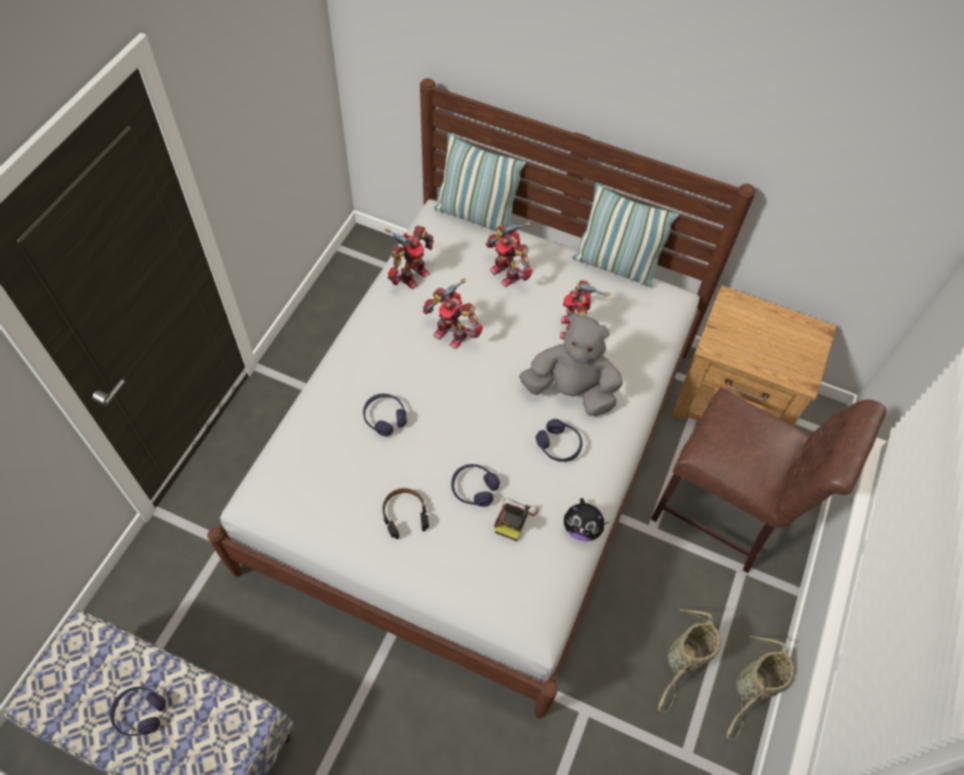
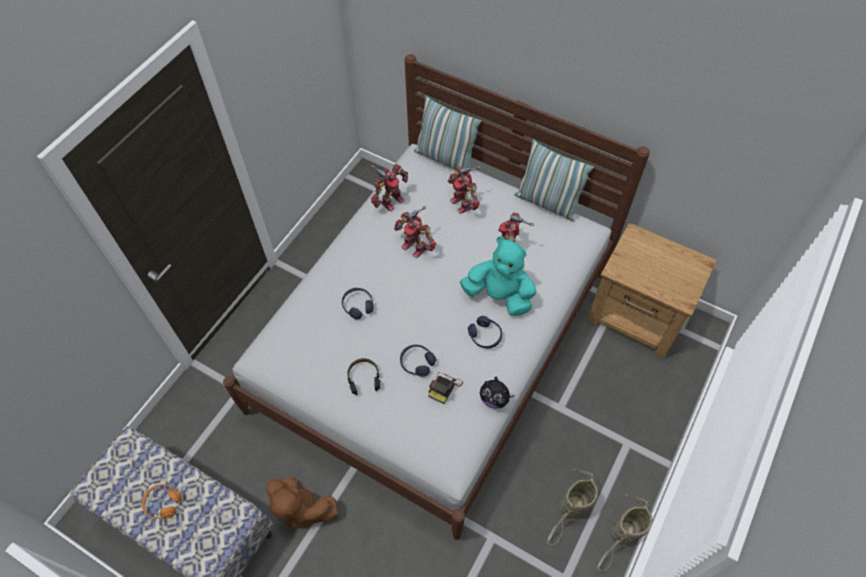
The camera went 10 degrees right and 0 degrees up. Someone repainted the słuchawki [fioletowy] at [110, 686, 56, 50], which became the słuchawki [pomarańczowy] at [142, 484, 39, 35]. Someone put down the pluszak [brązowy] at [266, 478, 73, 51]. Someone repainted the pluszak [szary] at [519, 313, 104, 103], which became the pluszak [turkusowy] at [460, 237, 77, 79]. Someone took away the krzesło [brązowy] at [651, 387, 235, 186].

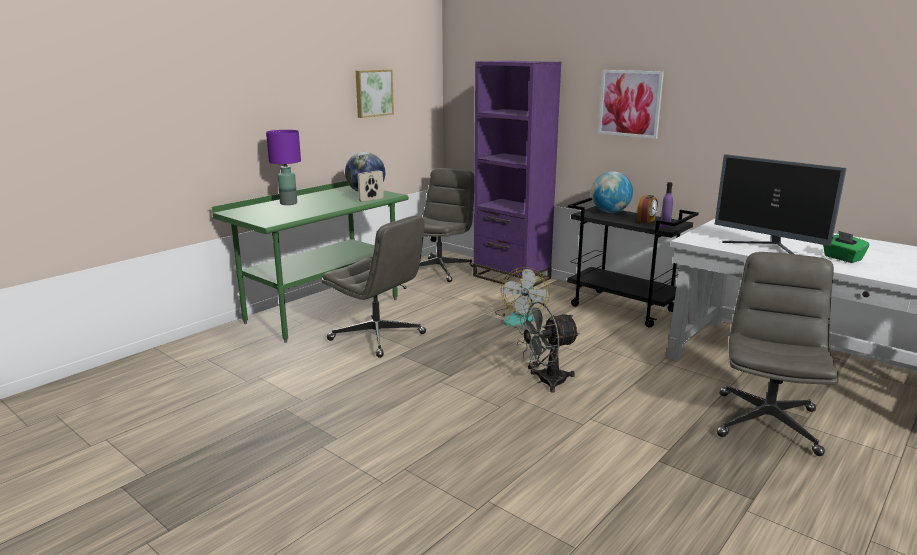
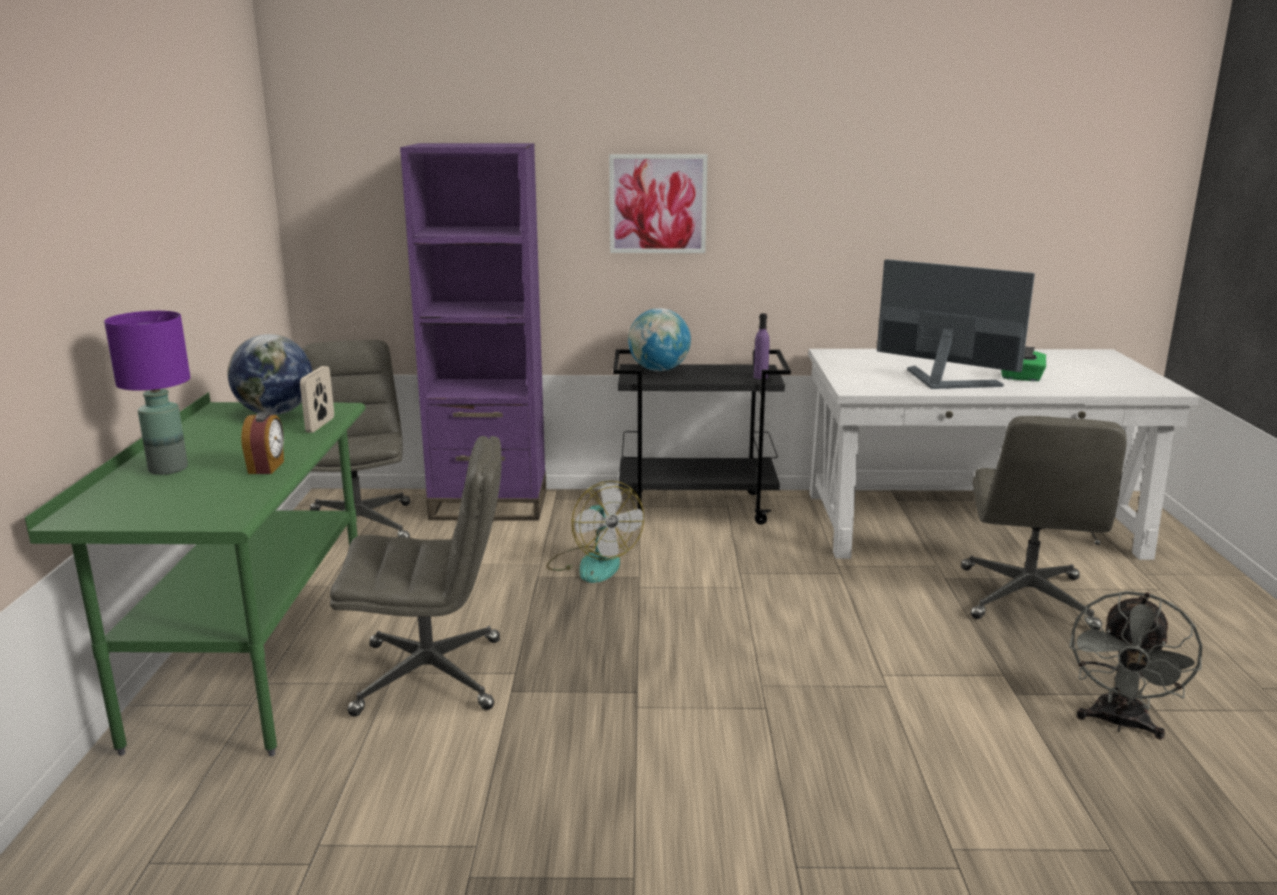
The camera went 40 degrees left and 0 degrees up. Someone carried the budzik from [637, 195, 21, 28] to [241, 412, 43, 62]. Someone rotated the monitor at [715, 154, 132, 100] by 150 degrees counterclockwise. Someone rotated the krzesło biurowe [szary] at [717, 252, 122, 204] by 150 degrees counterclockwise. Someone carried the wentylator [szary] from [514, 301, 66, 92] to [1069, 591, 133, 149]. Someone took away the obraz at [356, 69, 38, 49].

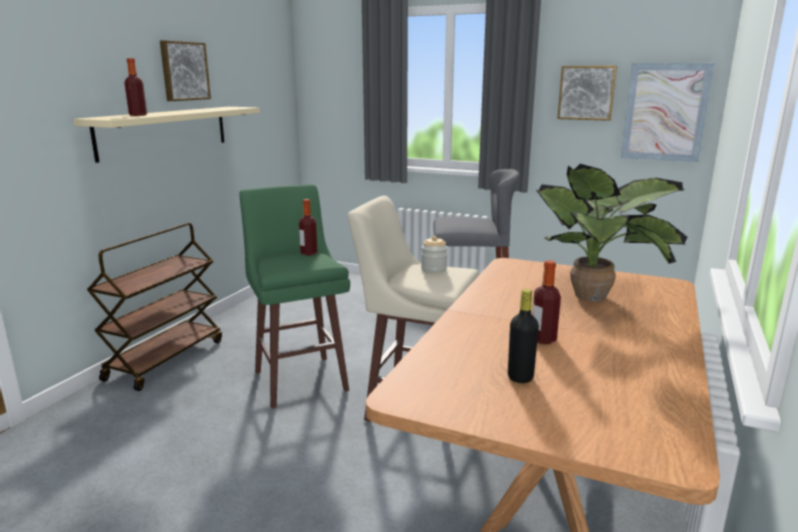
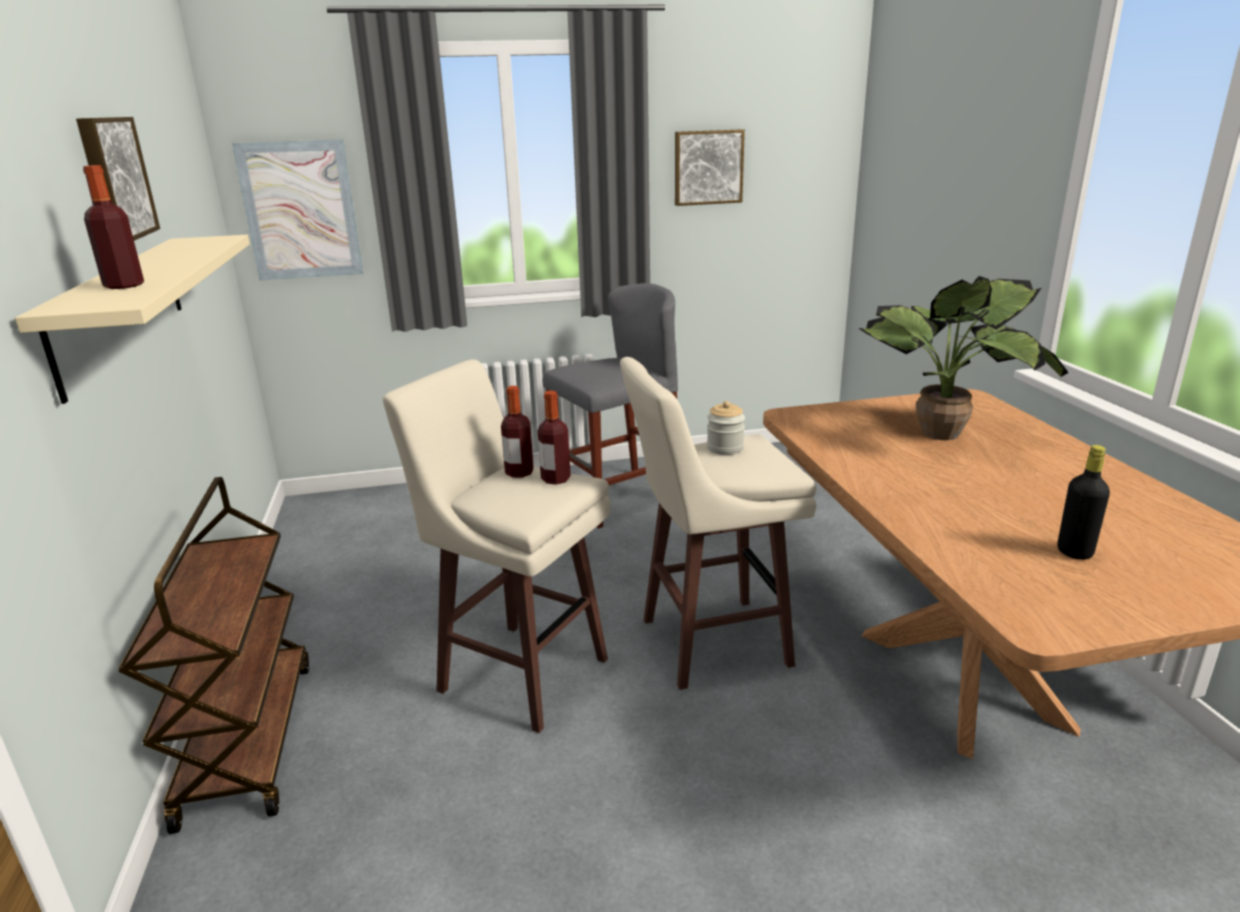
The camera went 35 degrees left and 5 degrees up. Someone carried the obraz from [620, 63, 94, 99] to [232, 139, 132, 142]. Someone repainted the stołek [zielony] at [239, 184, 111, 224], which became the stołek [beżowy] at [383, 359, 228, 374]. Someone carried the butelka from [532, 260, 29, 84] to [538, 391, 33, 94].

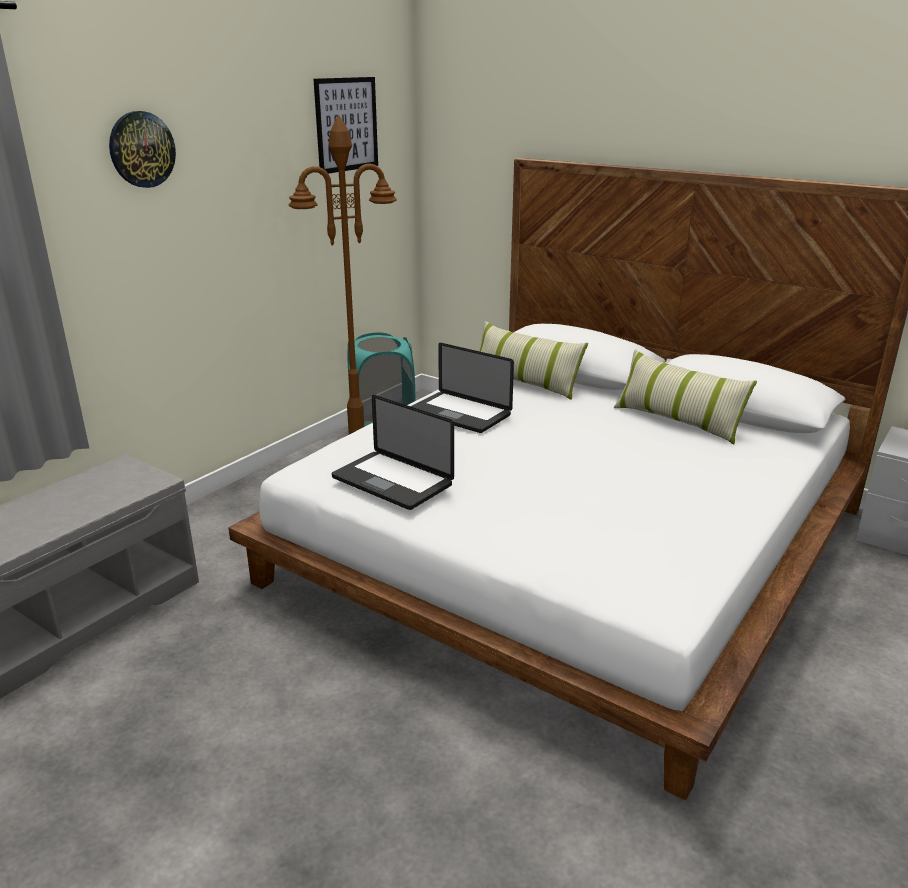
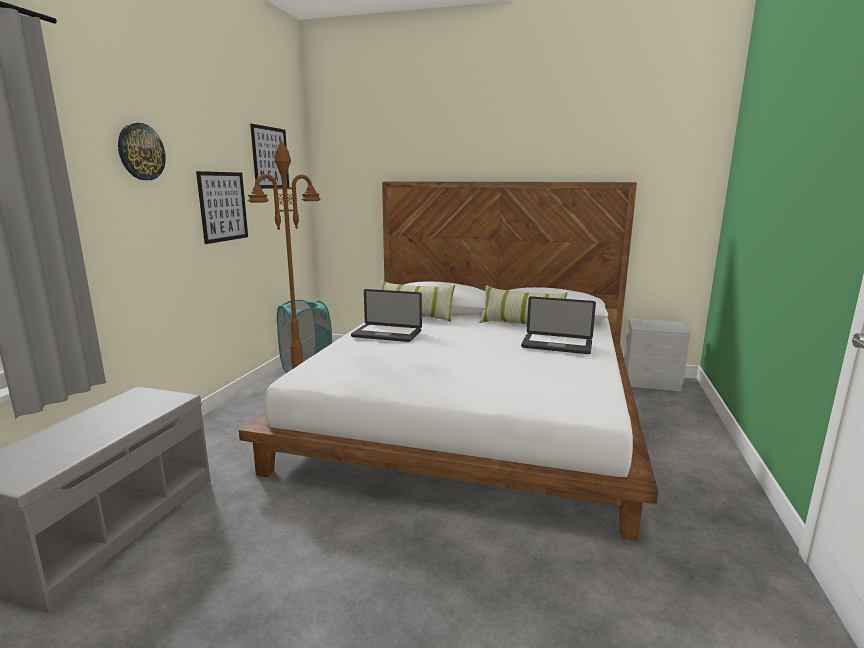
The camera went 20 degrees left and 10 degrees down. Someone put up the obraz at [196, 171, 52, 73]. Someone carried the laptop from [332, 395, 122, 115] to [521, 296, 75, 58].

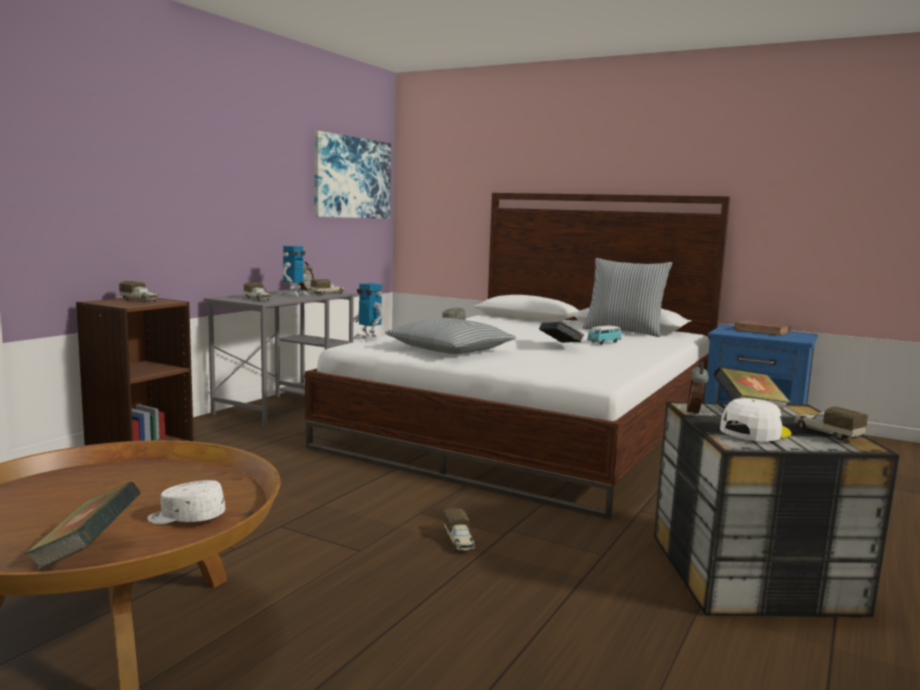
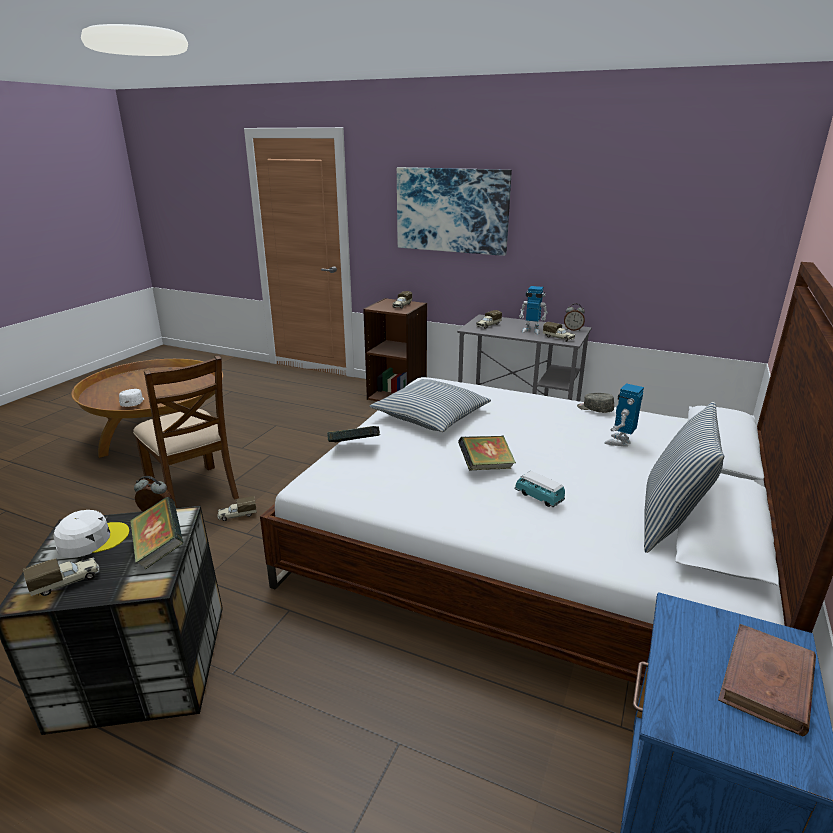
The camera went 85 degrees right and 15 degrees up. Someone rotated the czapka z daszkiem [biały] at [720, 398, 71, 43] by 75 degrees counterclockwise. Someone put down the krzesło [brązowy] at [133, 355, 106, 153]. Someone carried the książka from [25, 482, 116, 88] to [327, 426, 53, 17]. Someone carried the obraz from [314, 131, 77, 87] to [397, 167, 115, 89]. Someone carried the robot zabawkowy from [353, 283, 30, 59] to [604, 383, 40, 64].

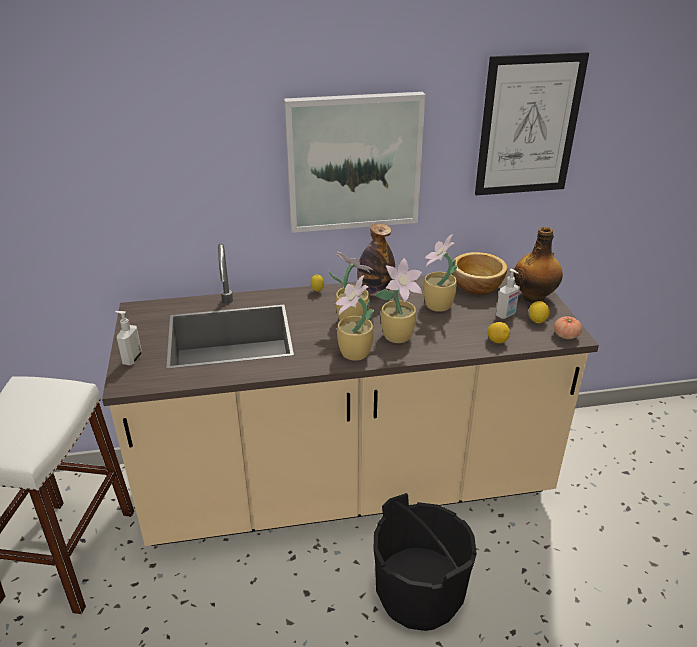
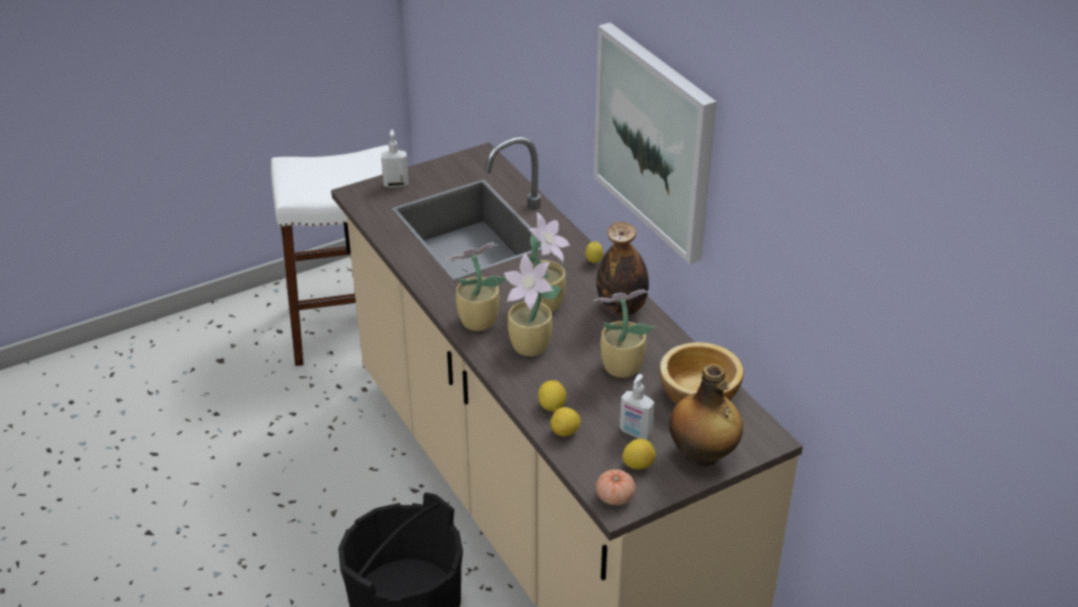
The camera went 70 degrees right and 5 degrees up. Someone put down the cytryna at [538, 380, 29, 32]. Someone took away the obraz at [475, 52, 114, 143].

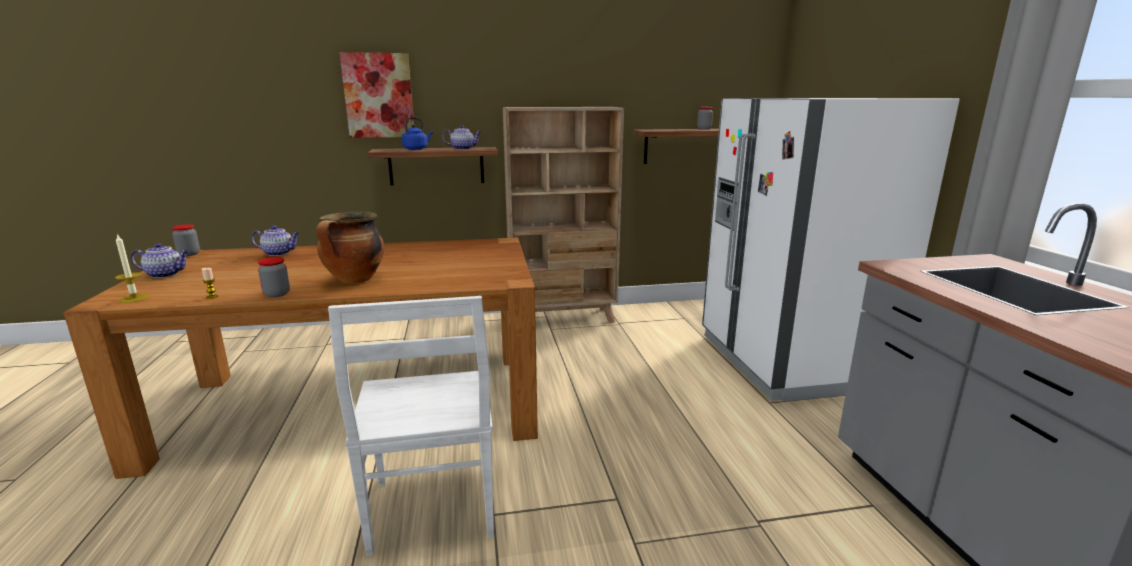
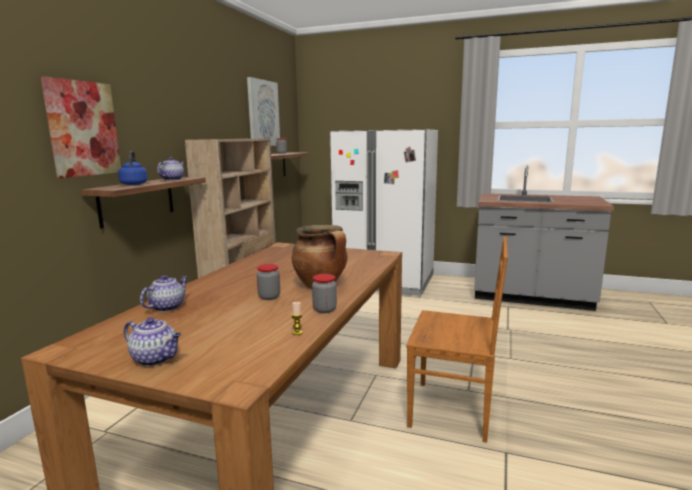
The camera went 60 degrees left and 5 degrees down. Someone rotated the imbryk at [131, 243, 58, 35] by 90 degrees clockwise. Someone put up the obraz at [247, 77, 33, 69]. Someone carried the słoik from [172, 224, 28, 32] to [257, 264, 23, 36]. Someone repainted the krzesło [biały] at [328, 296, 166, 260], which became the krzesło [brązowy] at [406, 236, 102, 207]. Someone took away the świeca at [115, 234, 35, 69].

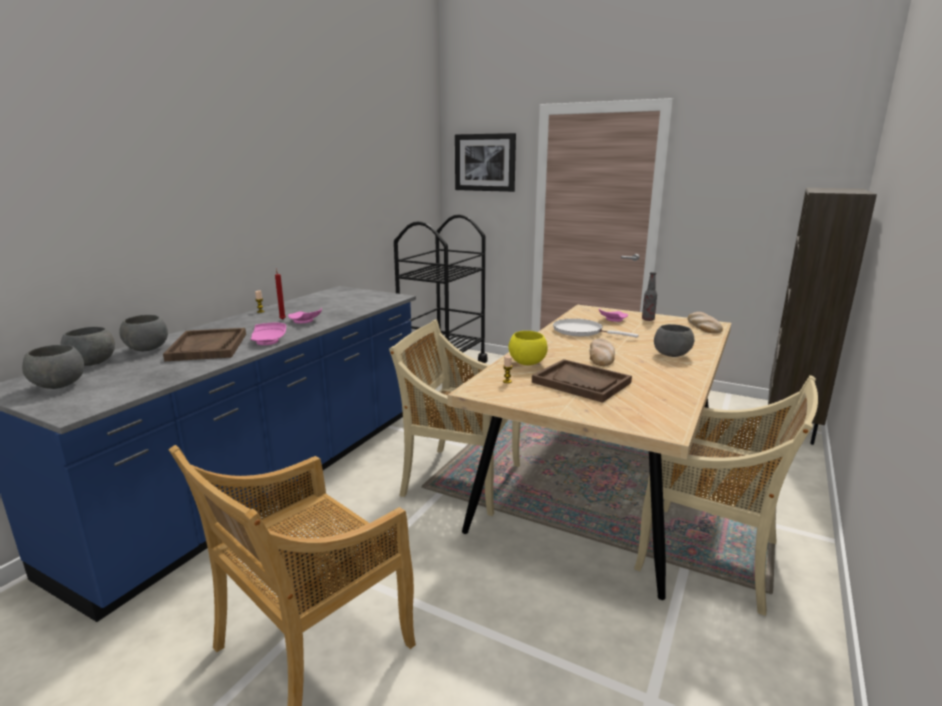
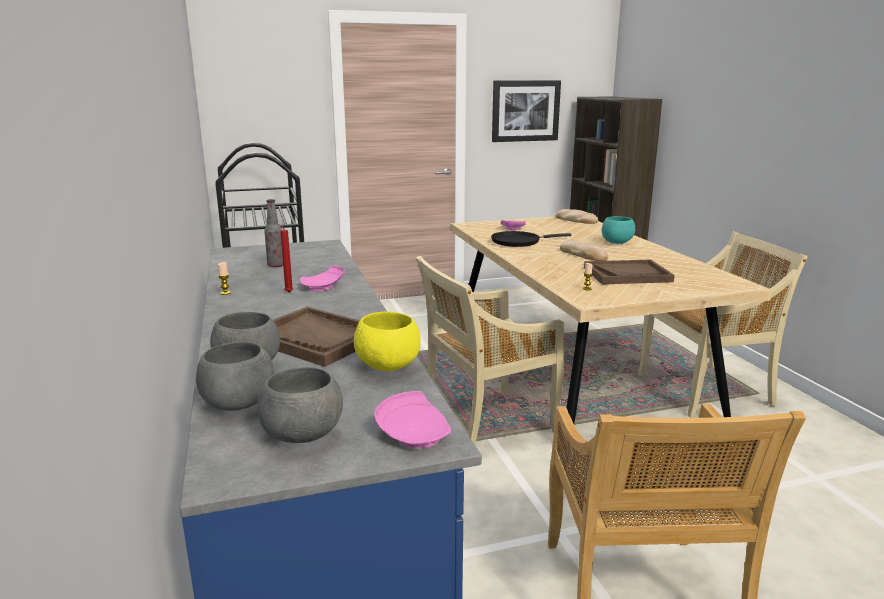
The camera went 45 degrees left and 0 degrees up. Someone carried the butelka from [642, 272, 15, 49] to [264, 199, 19, 68]. Someone carried the miska [żółty] from [508, 331, 40, 34] to [354, 312, 67, 59]. Someone carried the talerz [różowy] from [250, 322, 36, 23] to [374, 391, 77, 58]. Someone repainted the patelnia [biały] at [553, 319, 86, 19], which became the patelnia [czarny] at [491, 231, 81, 16]. Someone carried the obraz from [455, 133, 61, 59] to [492, 80, 69, 62]. Someone repainted the miska [szary] at [654, 324, 40, 33], which became the miska [turkusowy] at [602, 216, 33, 28].

